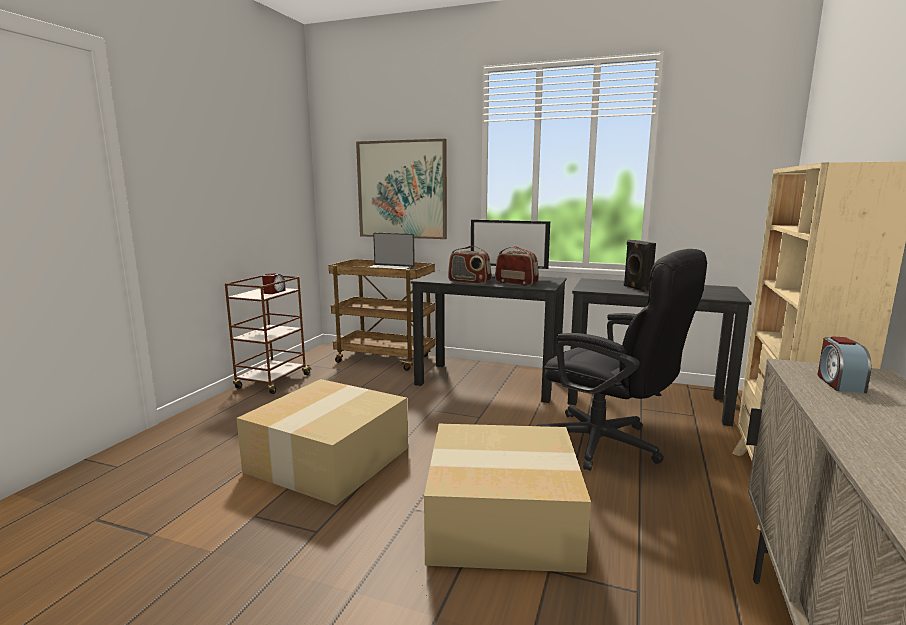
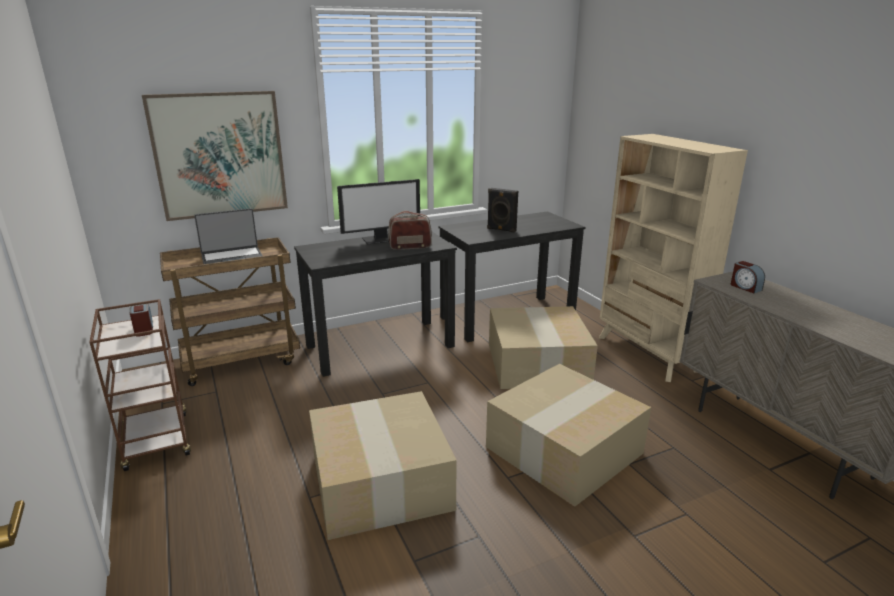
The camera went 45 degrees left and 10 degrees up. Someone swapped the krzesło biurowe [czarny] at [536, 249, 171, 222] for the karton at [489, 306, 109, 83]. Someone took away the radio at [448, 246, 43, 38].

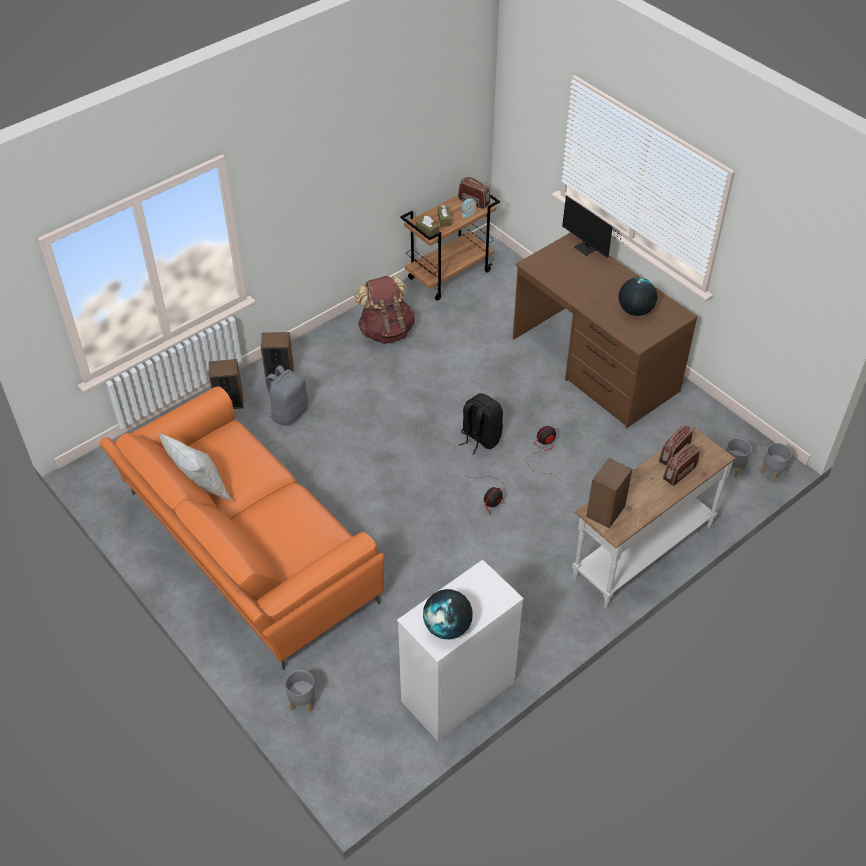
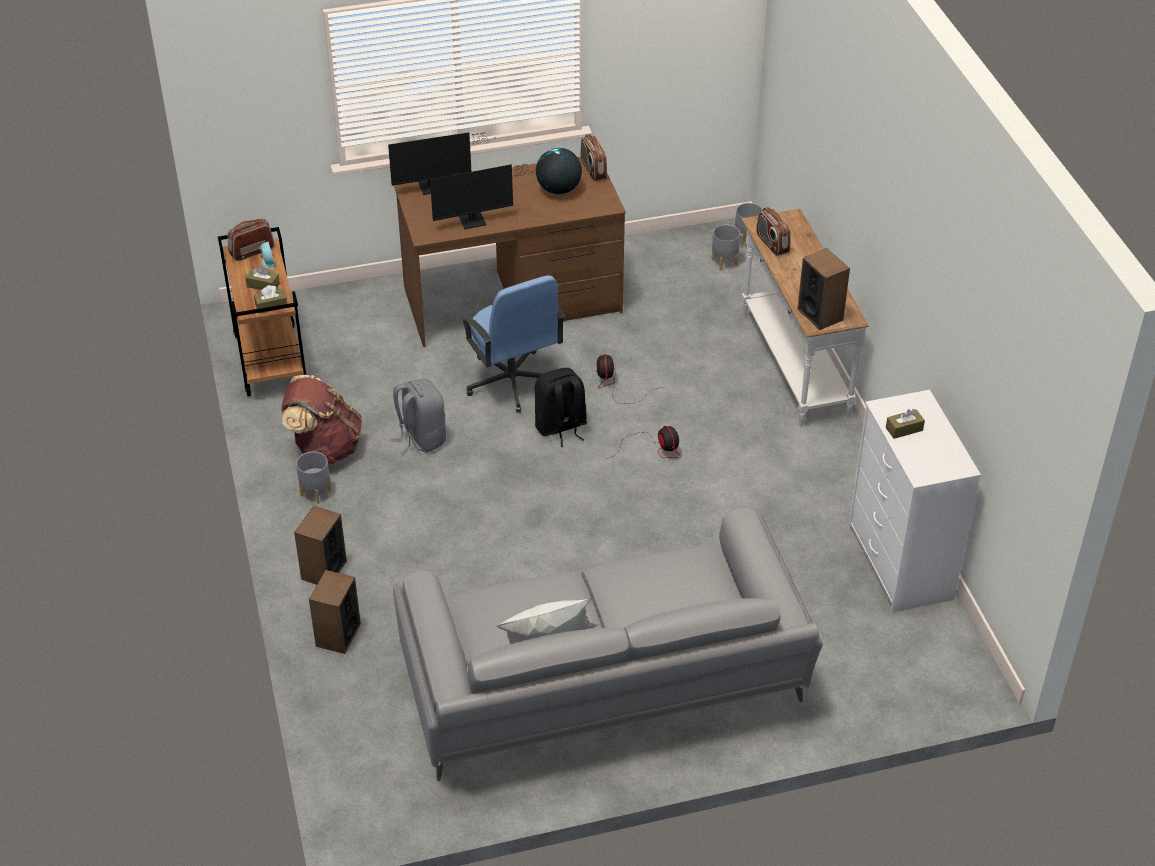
The camera went 65 degrees left and 5 degrees down. Someone carried the donica [szary] from [285, 670, 30, 42] to [296, 451, 36, 53]. Someone carried the plecak [szary] from [265, 365, 43, 61] to [390, 378, 56, 76]. Someone repainted the kanapa [pomarańczowy] at [100, 387, 285, 283], which became the kanapa [szary] at [393, 508, 430, 273]. Someone put down the monitor at [430, 164, 107, 65]. Someone put down the krzesło biurowe [niebieski] at [461, 275, 104, 138]. Someone carried the radio from [663, 444, 37, 42] to [581, 134, 26, 47]. Someone put down the pudełko chusteczek [brązowy] at [886, 409, 39, 30]. Someone took away the globus at [423, 589, 50, 50].

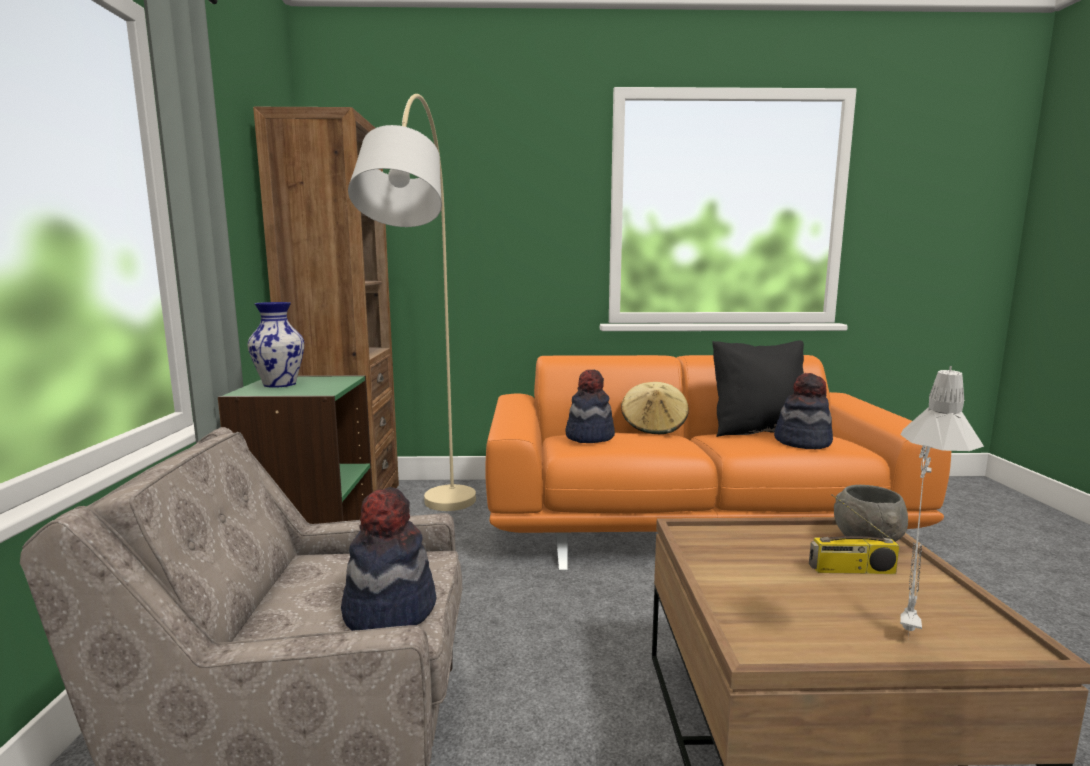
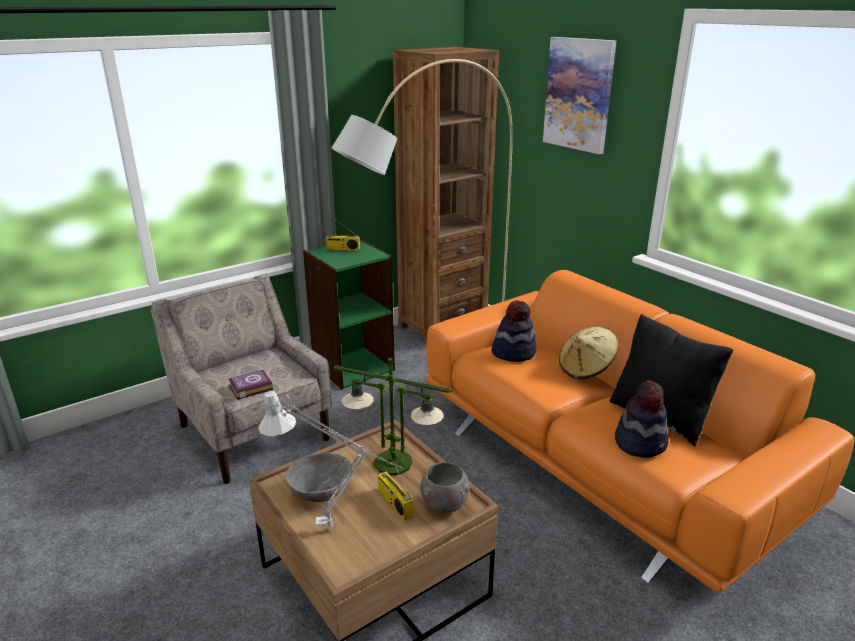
The camera went 55 degrees right and 15 degrees up. Someone swapped the kapelusz at [341, 487, 95, 144] for the książka at [228, 370, 45, 30]. Someone put down the miska [szary] at [286, 452, 67, 50]. Someone swapped the wazon at [247, 302, 57, 86] for the radio at [325, 218, 35, 33]. Someone put down the lampa stołowa at [334, 357, 118, 119]. Someone put up the obraz at [543, 37, 74, 117].

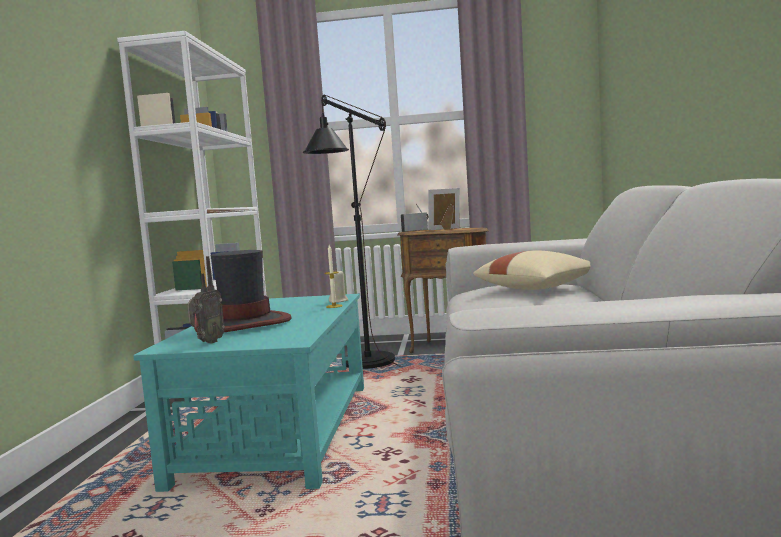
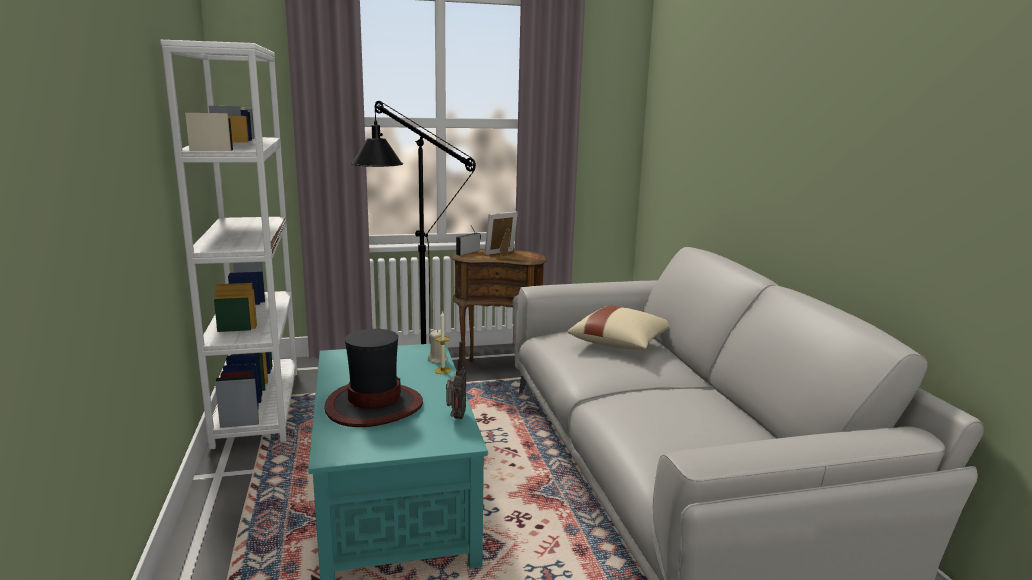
The camera went 20 degrees left and 10 degrees up. Someone carried the radio from [187, 256, 38, 87] to [446, 341, 20, 78].

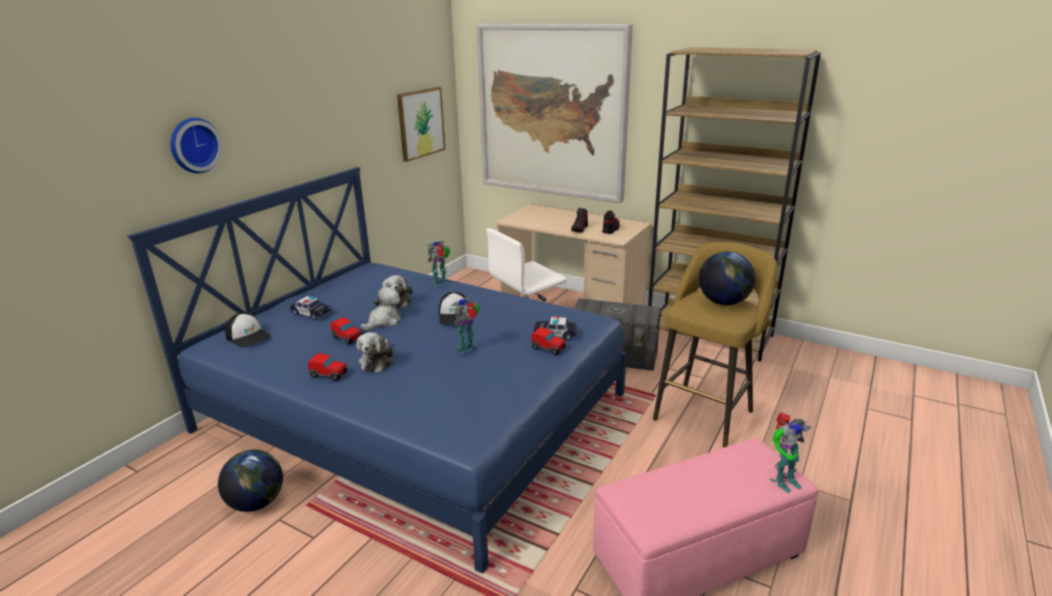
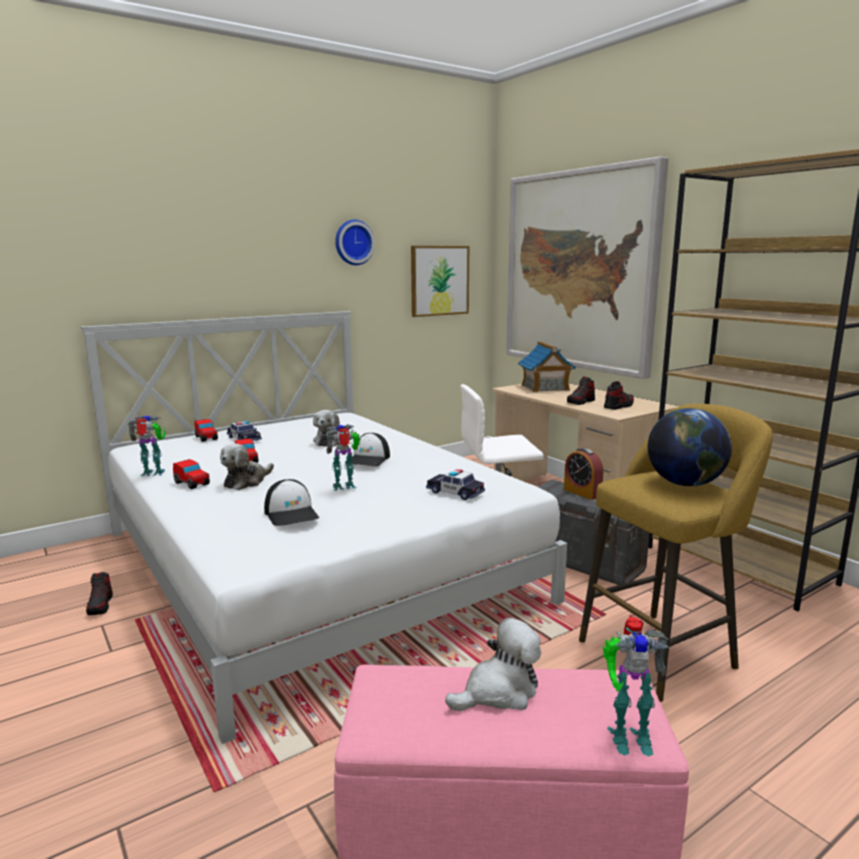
The camera went 25 degrees right and 10 degrees down. Someone repainted the łóżko [niebieski] at [127, 167, 500, 407], which became the łóżko [biały] at [80, 311, 487, 433]. Someone swapped the globus at [218, 450, 65, 62] for the but at [86, 572, 27, 43]. Someone carried the robot zabawkowy from [427, 241, 23, 45] to [127, 415, 39, 61]. Someone carried the samochodzik from [531, 327, 35, 28] to [194, 419, 24, 23]. Someone carried the czapka z daszkiem from [225, 313, 46, 35] to [264, 479, 55, 47]. Someone carried the zegar ścienny from [170, 118, 52, 55] to [335, 220, 40, 45]. Someone carried the pluszak from [360, 287, 41, 44] to [445, 618, 96, 93]. Someone put down the domek at [518, 342, 58, 50]. Someone put down the budzik at [564, 448, 40, 52].

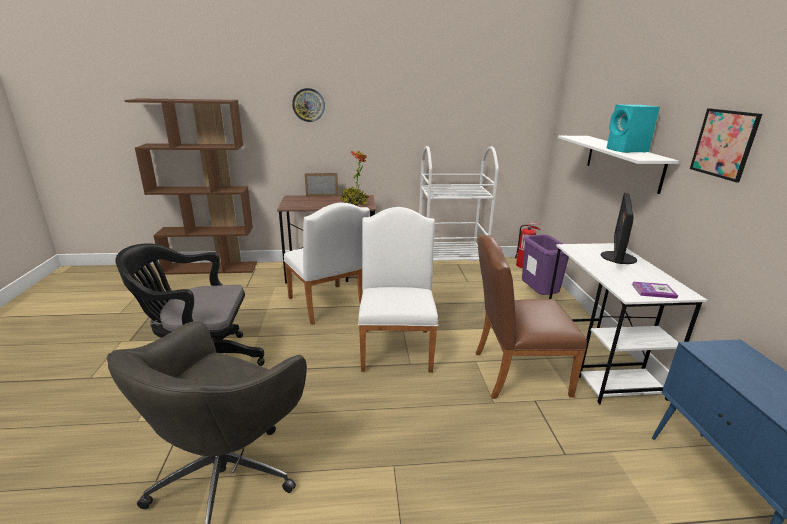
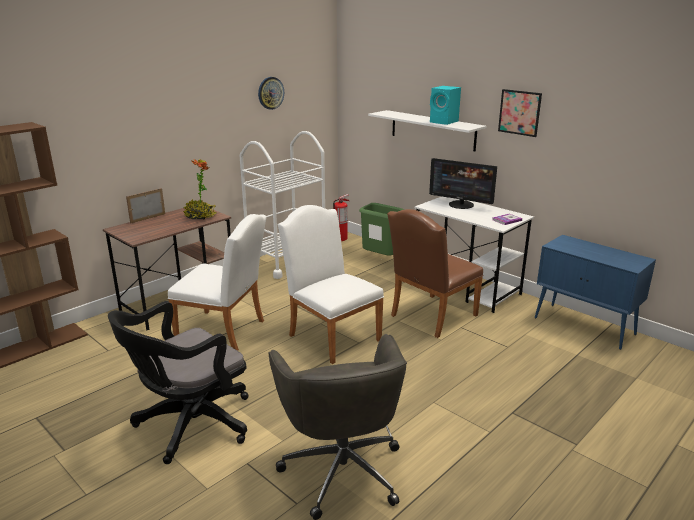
The camera went 40 degrees left and 0 degrees up. Someone carried the zegar ścienny from [292, 88, 33, 34] to [258, 77, 26, 33]. Someone repainted the kosz na śmieci [fioletowy] at [522, 234, 47, 61], which became the kosz na śmieci [zielony] at [359, 203, 45, 53]. Someone rotated the monitor at [601, 192, 36, 72] by 45 degrees counterclockwise.

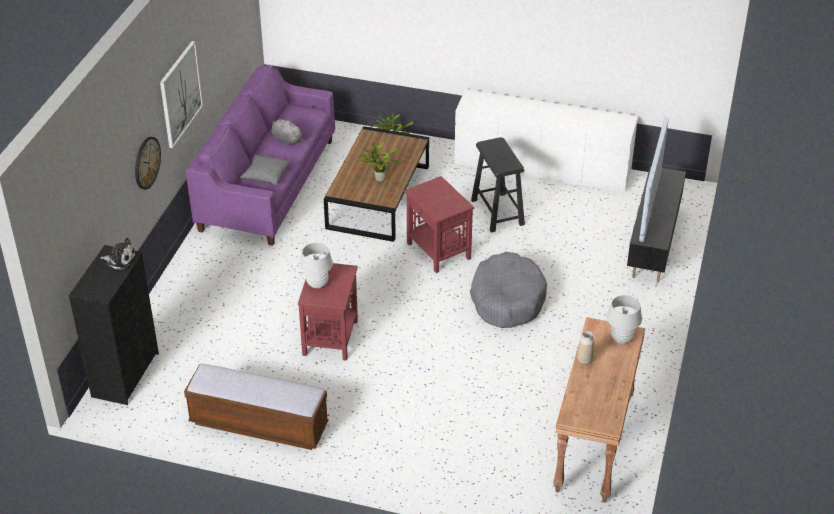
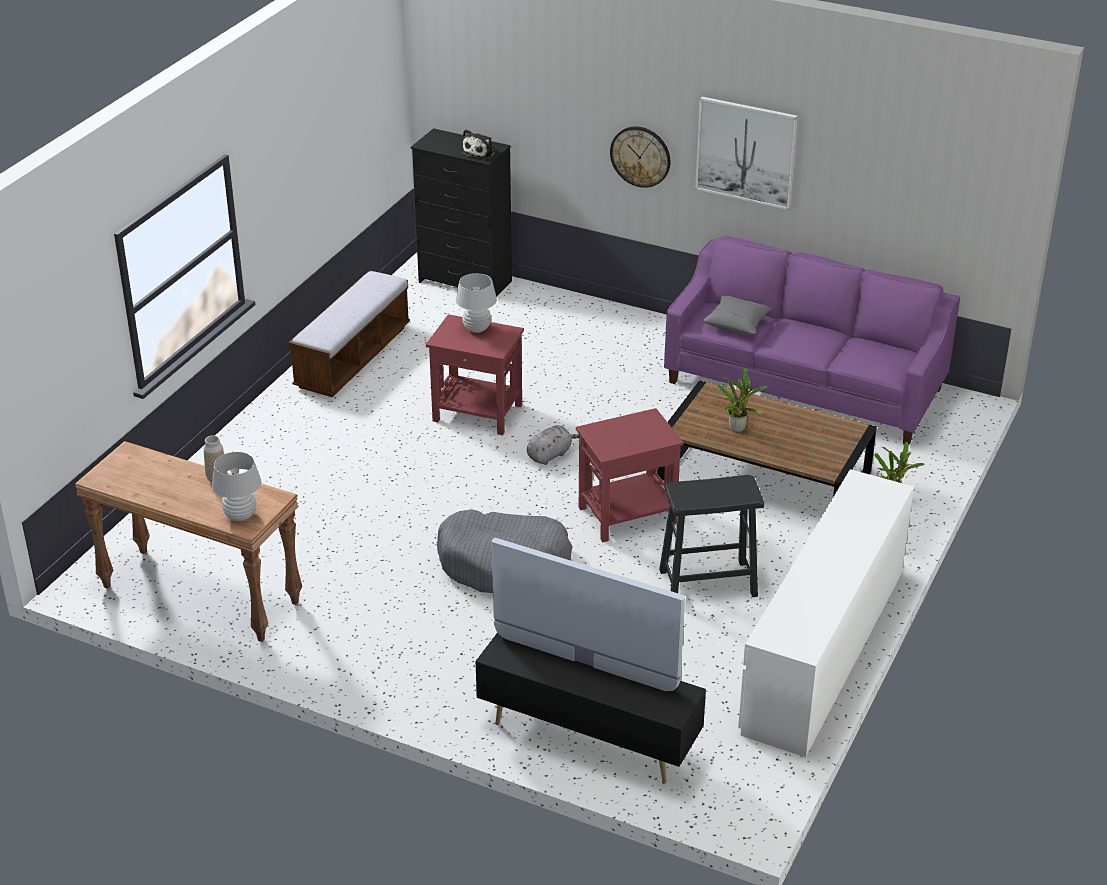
The camera went 100 degrees right and 5 degrees down. Someone carried the pluszak [szary] from [271, 119, 32, 27] to [527, 425, 52, 40].

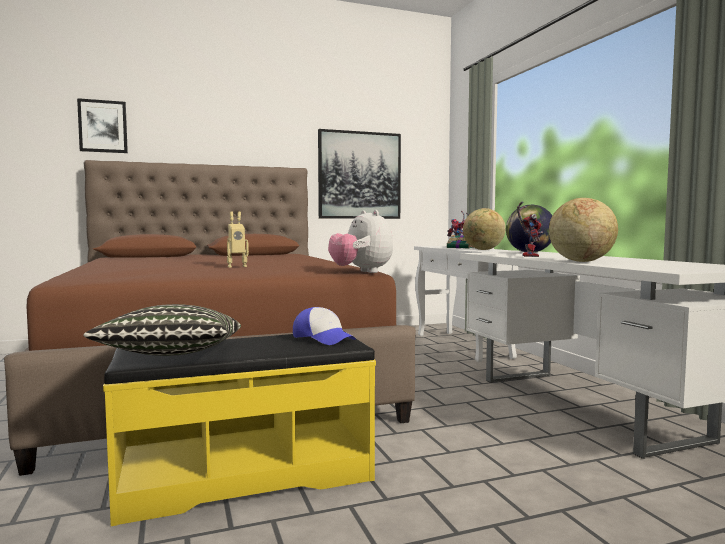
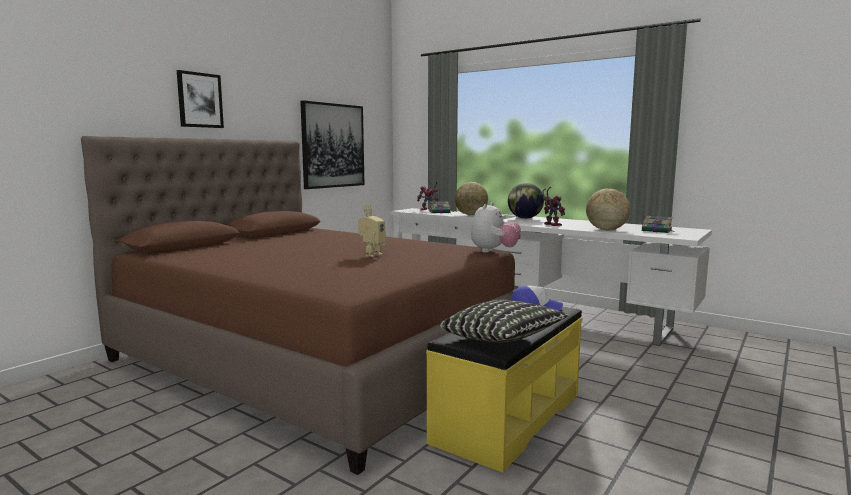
The camera went 35 degrees left and 5 degrees up. Someone carried the obraz from [77, 98, 51, 55] to [177, 70, 47, 58]. Someone rotated the pluszak at [328, 210, 65, 63] by 90 degrees counterclockwise. Someone put down the książka at [642, 216, 32, 17].

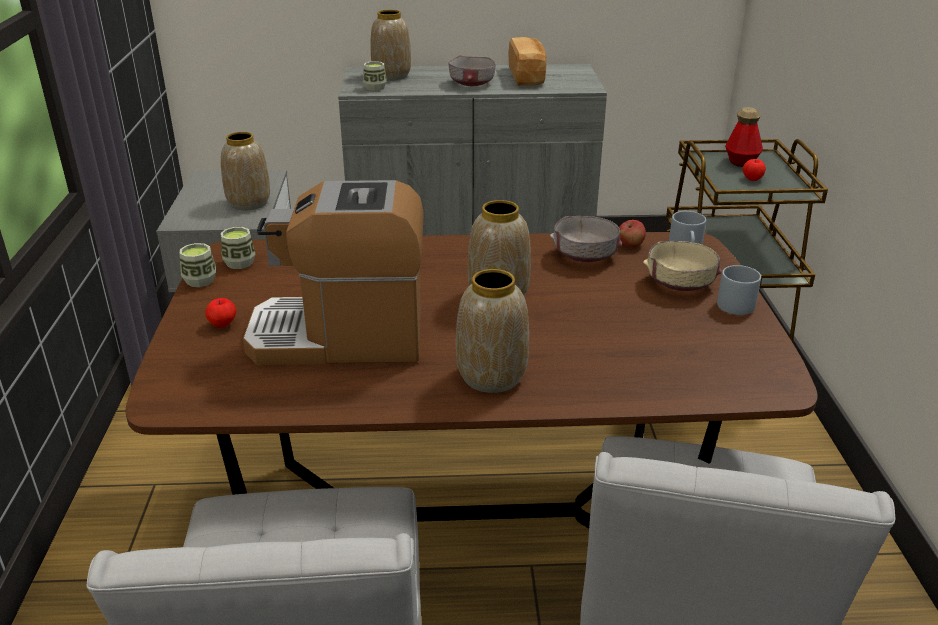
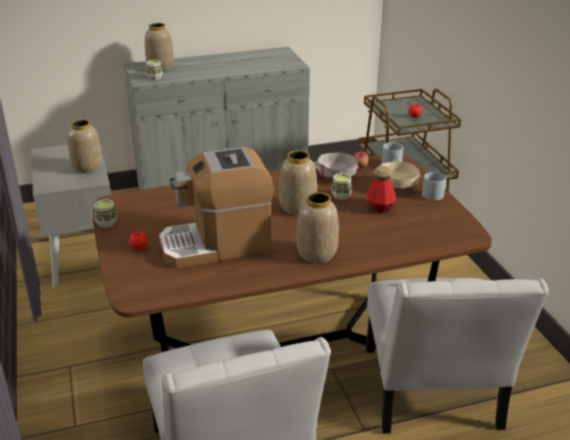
The camera went 15 degrees left and 0 degrees up. Someone carried the filiżanka from [221, 227, 34, 42] to [331, 173, 21, 27]. Someone carried the butelka from [725, 107, 38, 60] to [367, 165, 29, 48]. Someone took away the miska [szary] at [449, 55, 47, 31]. Someone took away the chleb at [509, 37, 37, 49].

